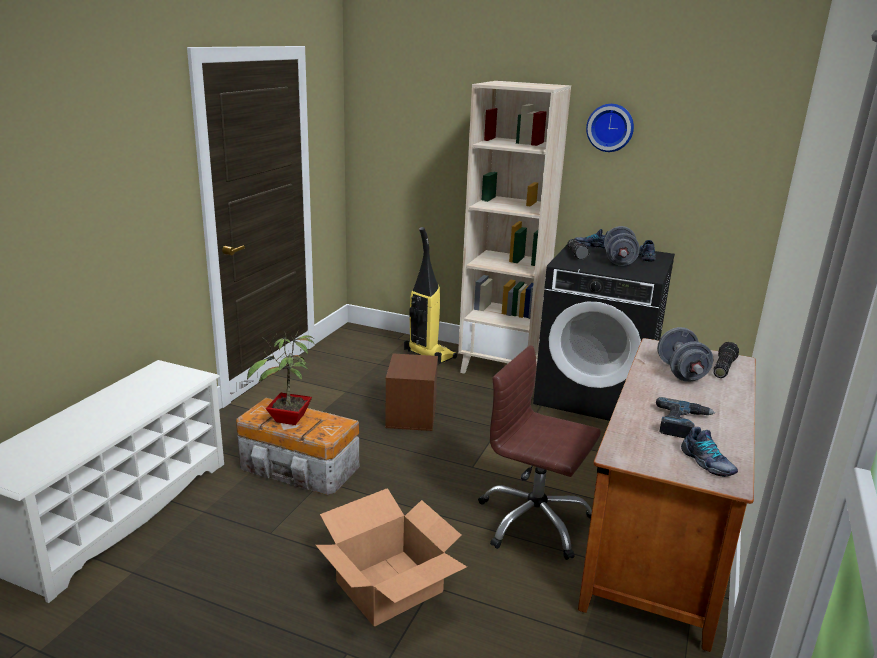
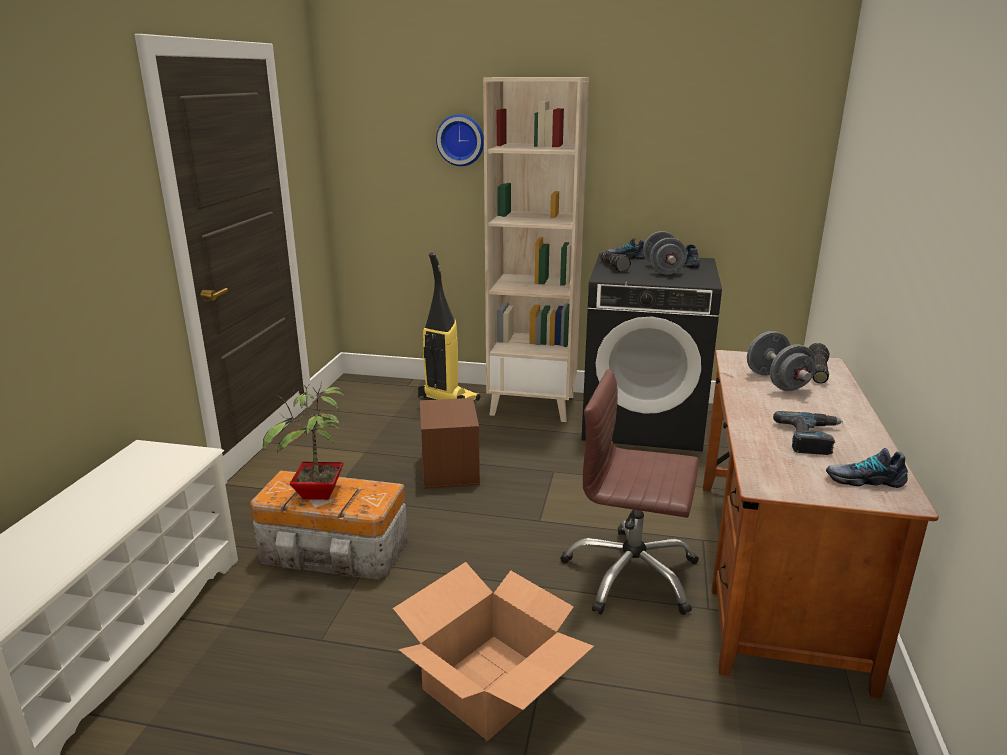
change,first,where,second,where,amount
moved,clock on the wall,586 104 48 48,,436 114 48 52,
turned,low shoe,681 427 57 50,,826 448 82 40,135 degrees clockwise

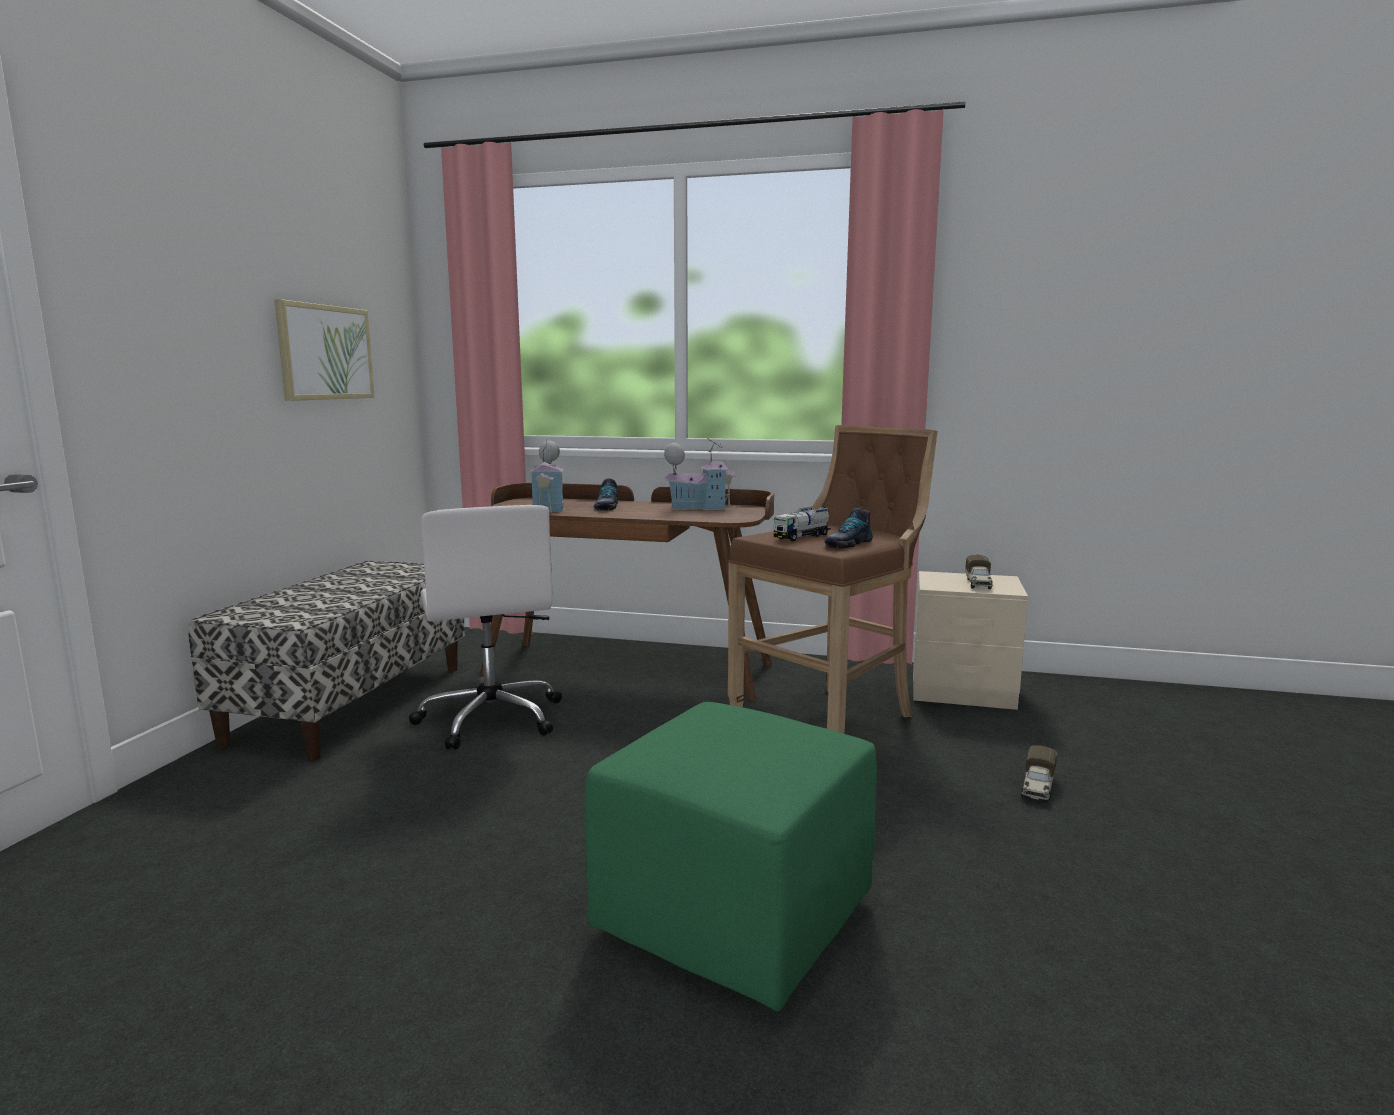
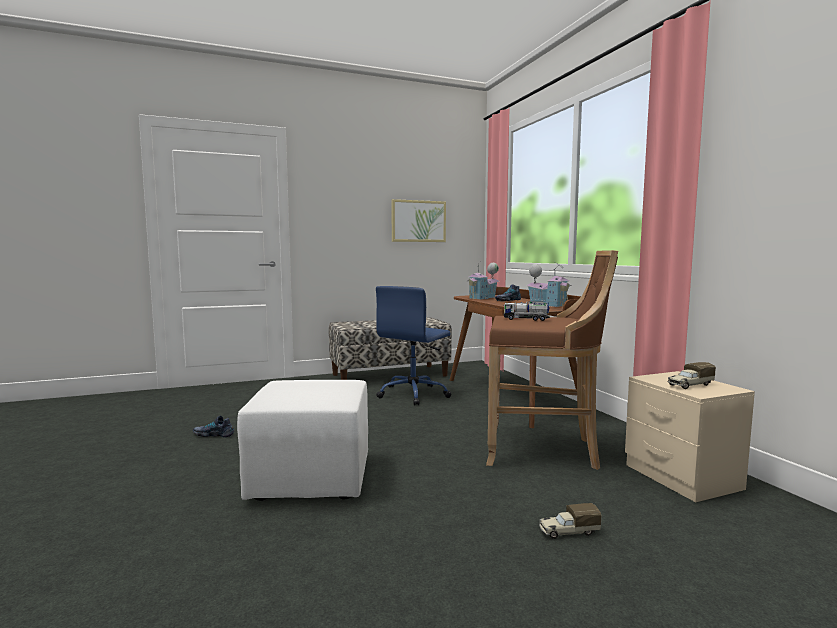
change,first,where,second,where,amount
moved,low shoe,825 508 48 41,,193 416 41 21,
recoloured,white-coloured computer chair,409 505 153 245,blue computer chair,376 286 76 119,
recoloured,green footrest,585 702 292 310,white-coloured footrest,237 380 131 121,

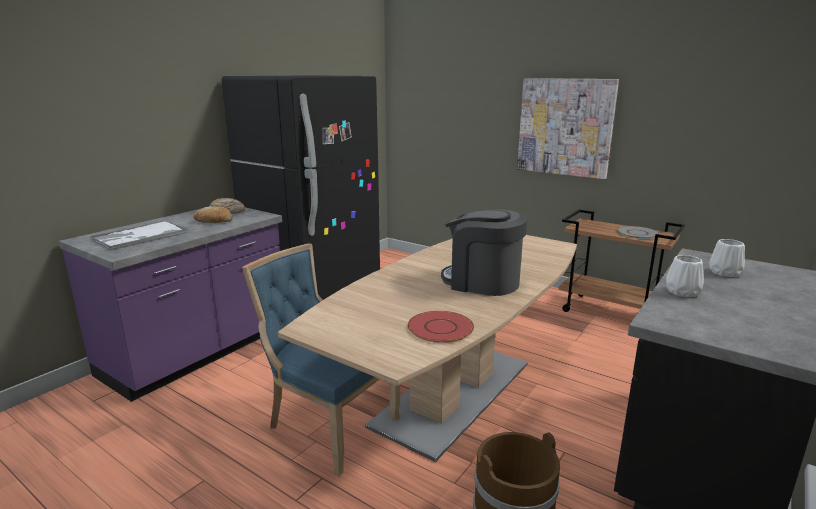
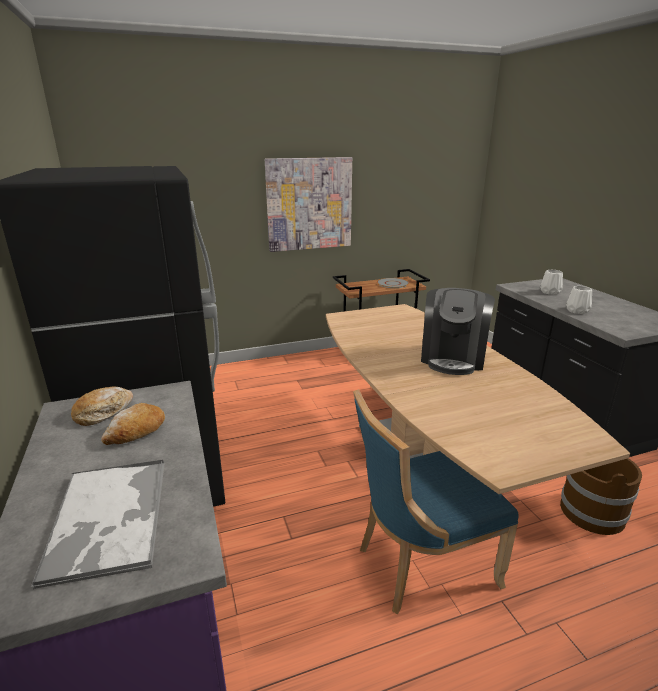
change,first,where,second,where,amount
removed,red plate,408 311 66 32,,,
turned,coffee brewer,441 209 86 87,,421 288 74 87,45 degrees counterclockwise

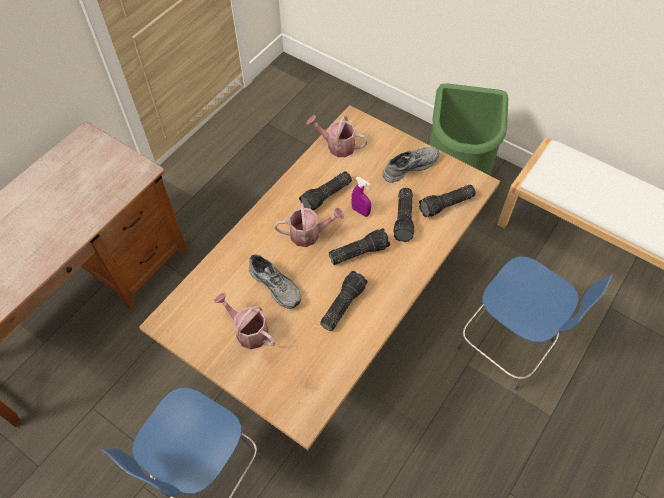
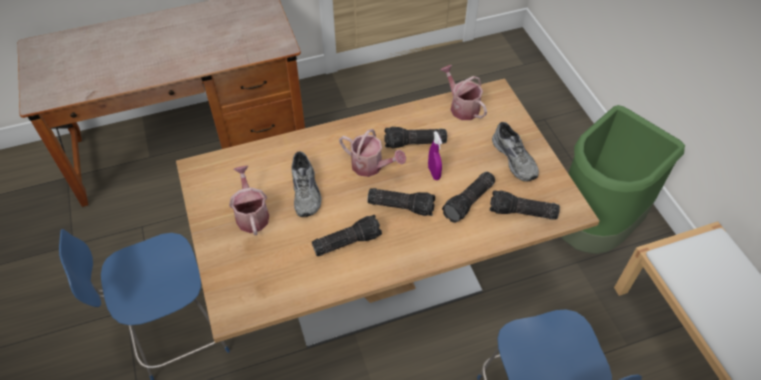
change,first,where,second,where,amount
turned,gray low shoe,383 147 56 36,,492 122 47 59,60 degrees clockwise

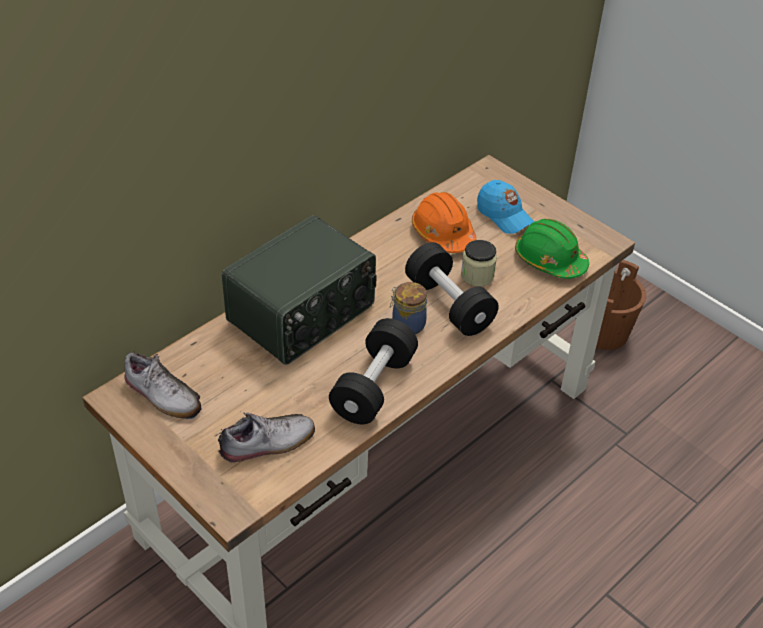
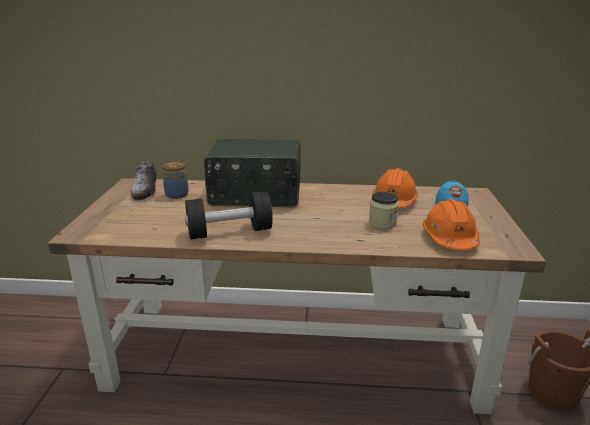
change,first,where,second,where,amount
removed,low shoe,218 412 97 51,,,
removed,blackish dumbbell,405 242 94 94,,,
moved,storage jar,390 282 37 52,,162 162 27 37,
recoloured,green hard hat,515 219 74 60,orangey hard hat,423 199 57 51,

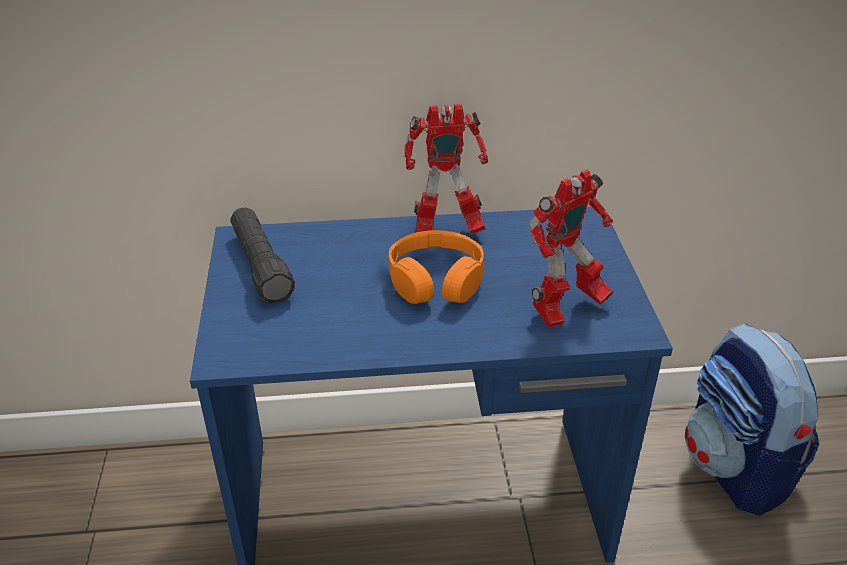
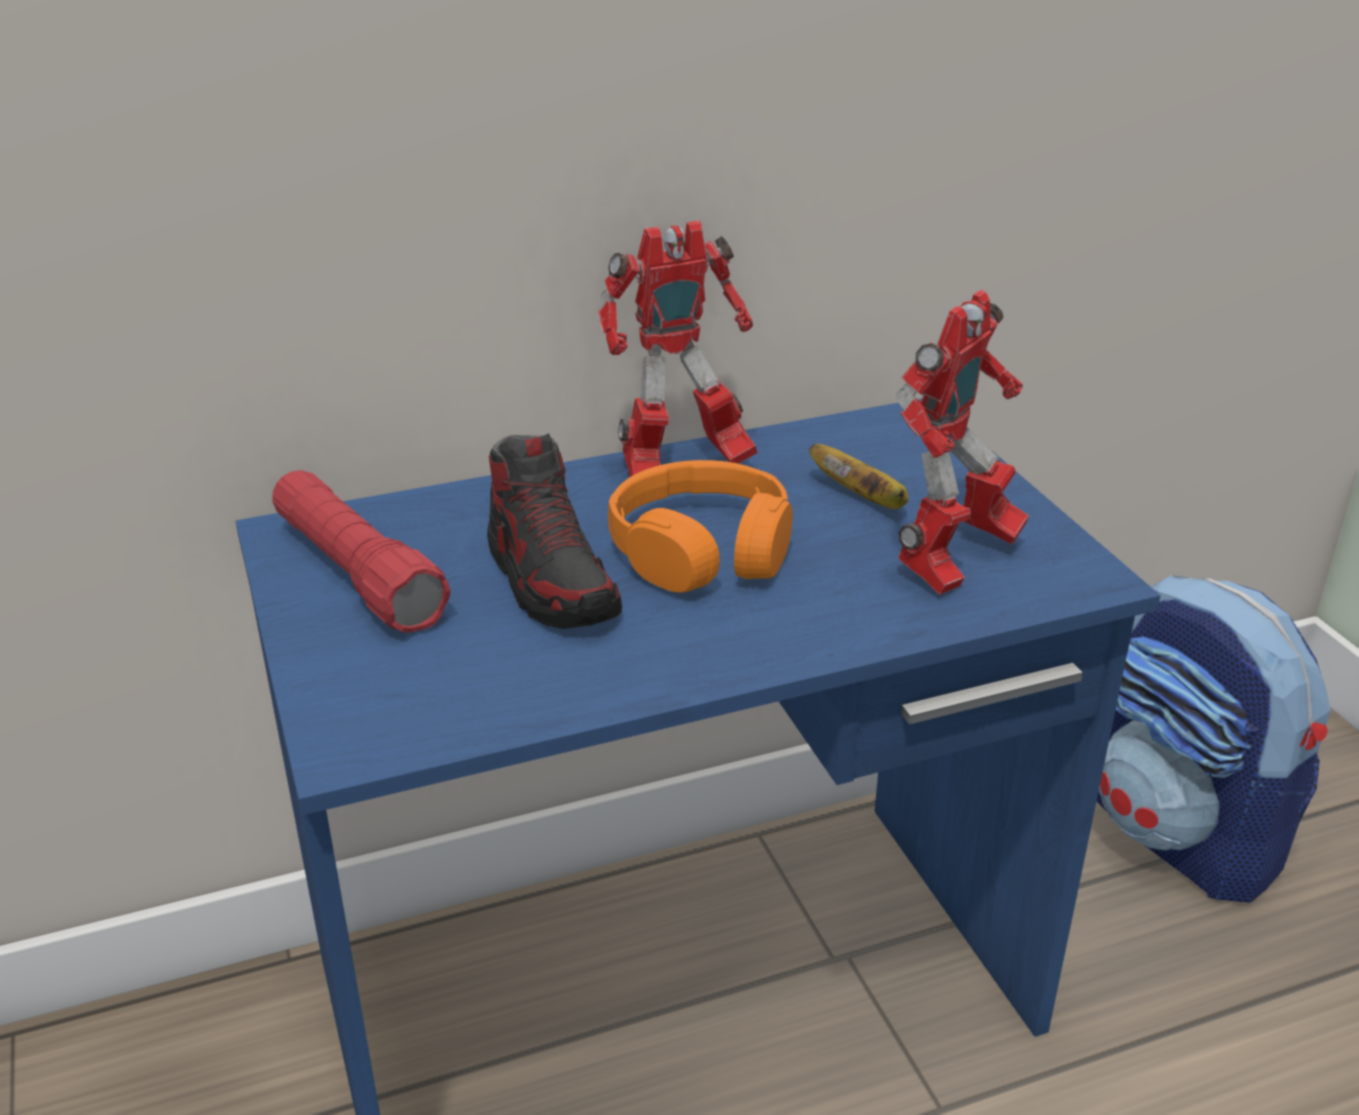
change,first,where,second,where,amount
added,,,low shoe,487 433 135 196,
added,,,banana fruit,809 444 99 65,
recoloured,blackish flashlight,230 208 65 95,red flashlight,272 470 179 163,

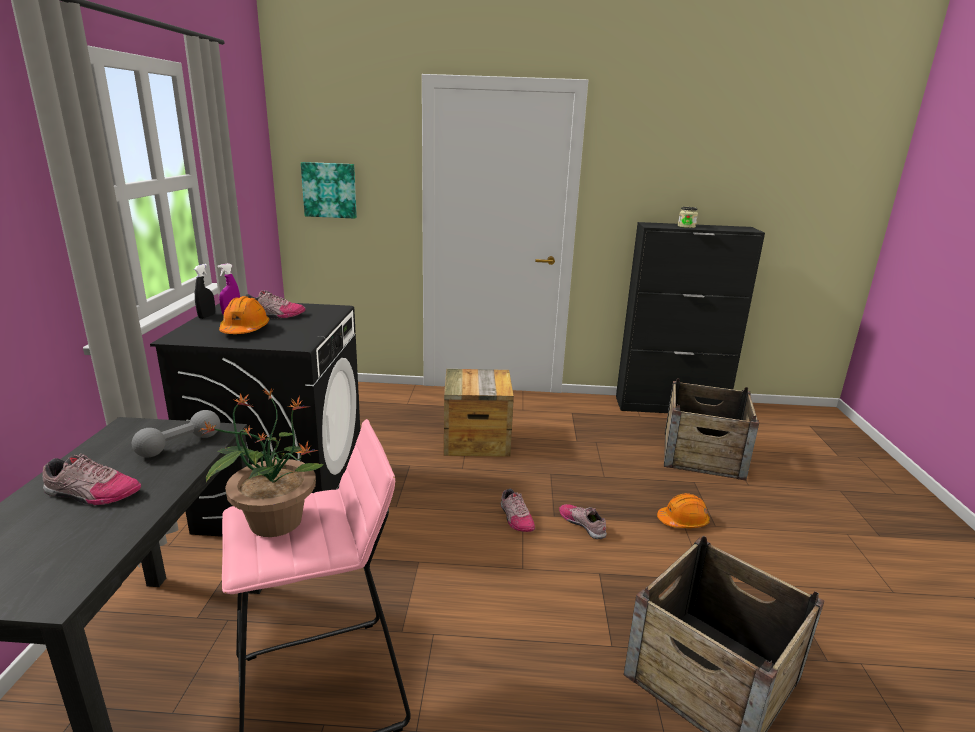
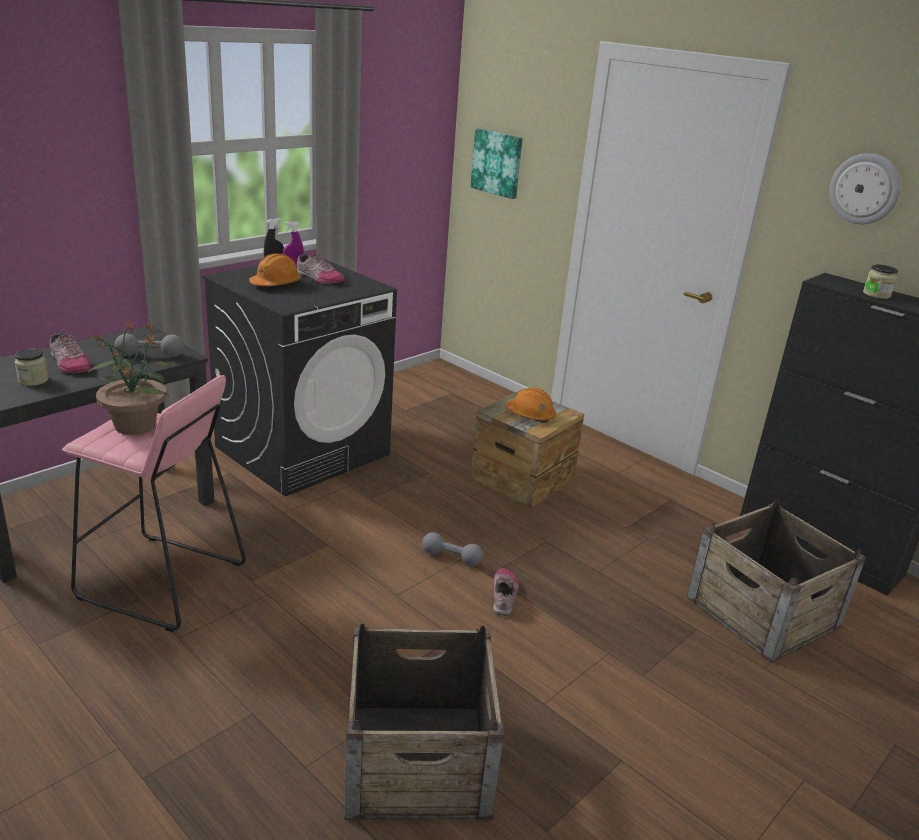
change,first,where,second,where,amount
added,,,storage jar,15 349 34 37,
added,,,clock on the wall,829 153 72 71,
moved,orangey hard hat,657 493 53 35,,505 387 51 36,
replaced,low shoe,501 488 34 44,gray dumbbell,422 532 61 34,

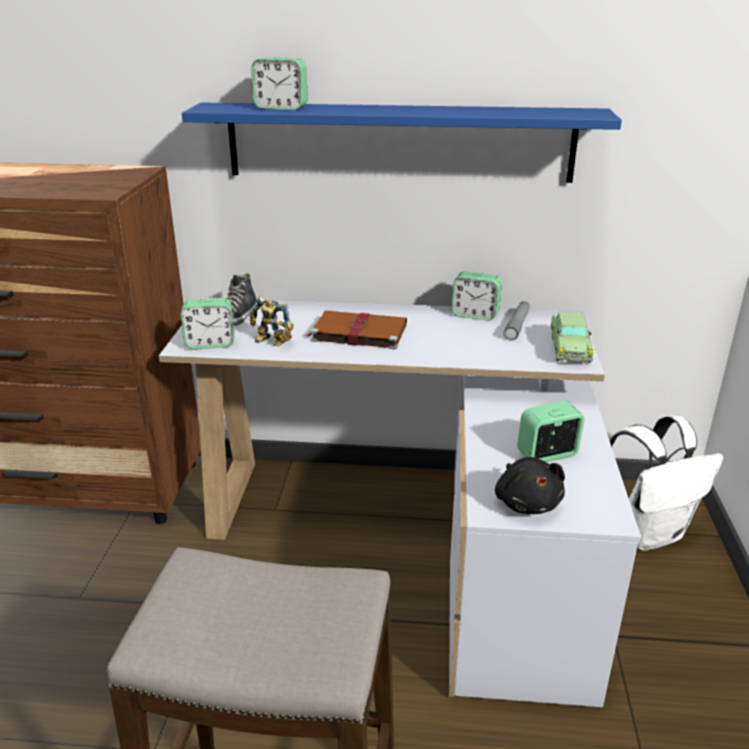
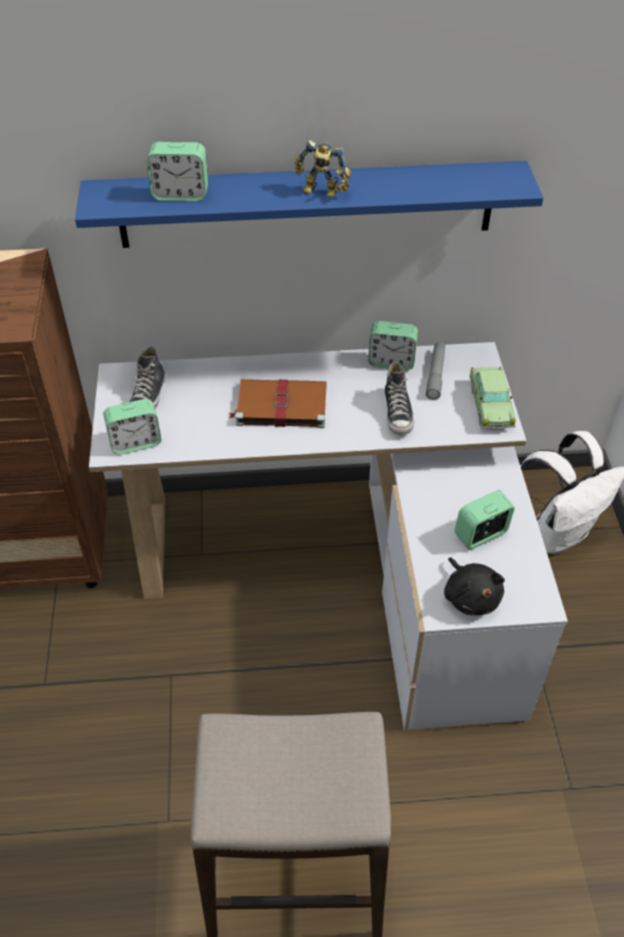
change,first,where,second,where,amount
added,,,low shoe,385 362 29 73,
moved,robot figure,249 296 45 50,,295 140 57 57,

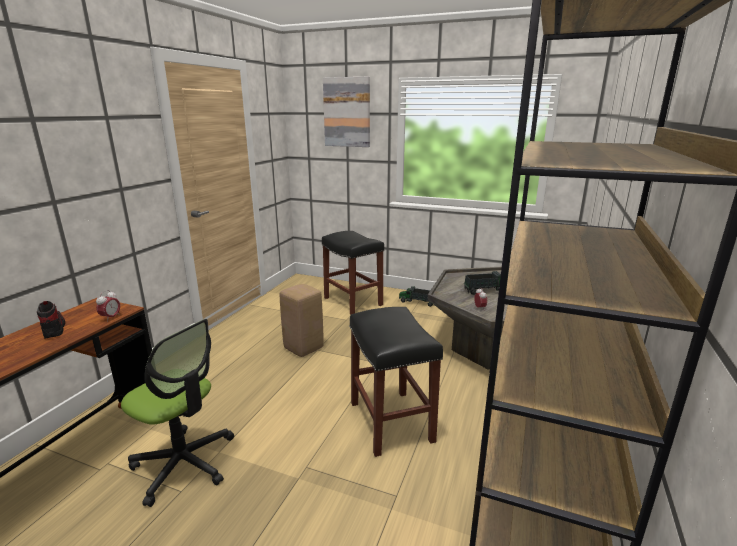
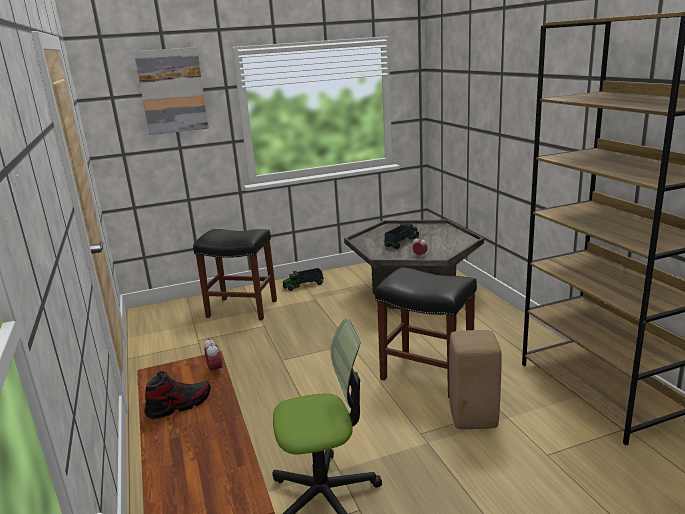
change,first,where,second,where,amount
moved,sand-coloured stool seat,280 284 44 73,,449 330 53 99,
turned,low shoe,37 301 28 37,,144 371 67 48,135 degrees clockwise

